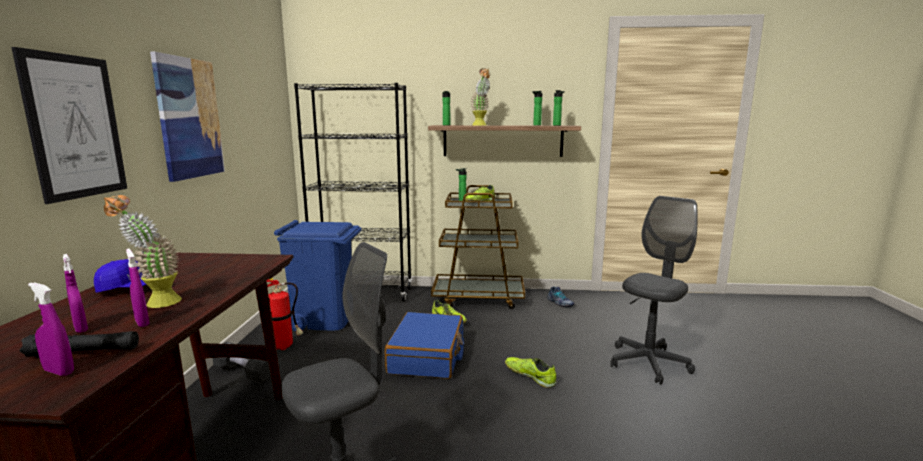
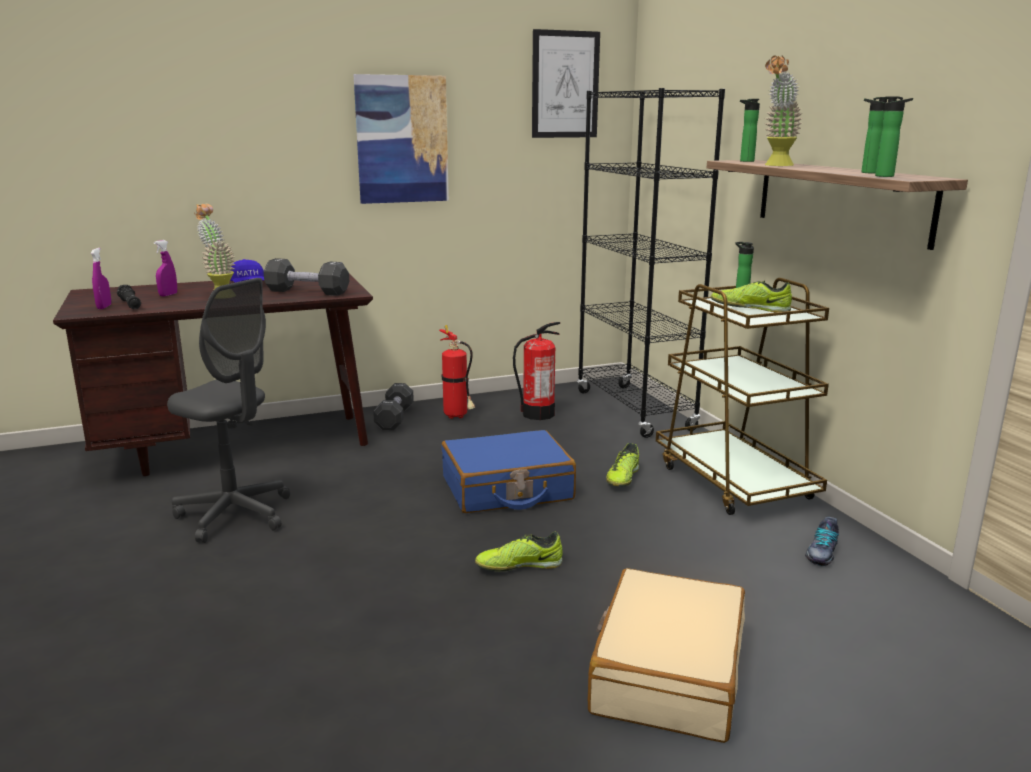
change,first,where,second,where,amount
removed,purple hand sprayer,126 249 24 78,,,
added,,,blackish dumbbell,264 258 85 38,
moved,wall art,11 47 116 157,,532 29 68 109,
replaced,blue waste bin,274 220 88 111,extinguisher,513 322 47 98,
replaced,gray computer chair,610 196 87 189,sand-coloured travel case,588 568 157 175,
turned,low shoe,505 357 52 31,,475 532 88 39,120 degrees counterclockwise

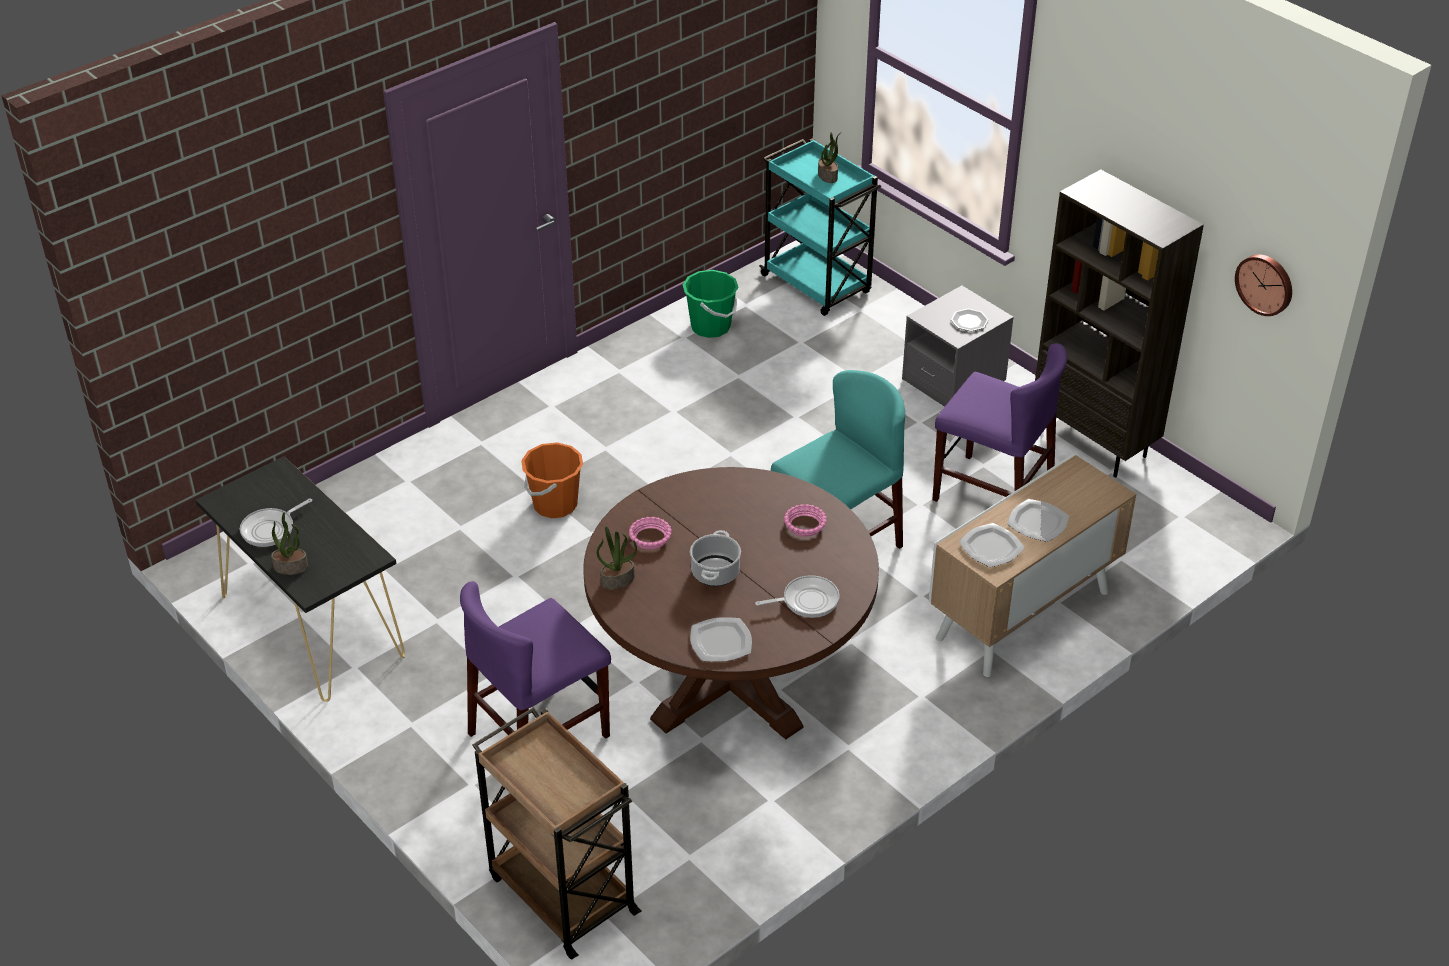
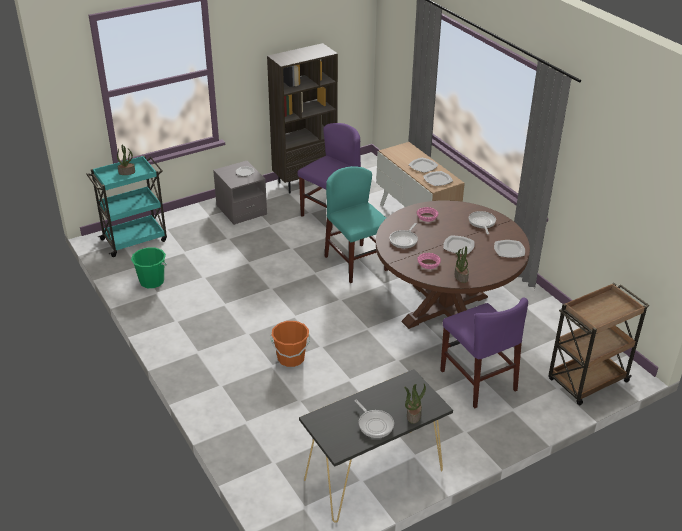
change,first,where,second,where,amount
removed,clock on the wall,1235 254 57 62,,,
added,,,skillet,390 223 28 25,
replaced,saucepot,690 530 51 56,plate,443 235 32 19,

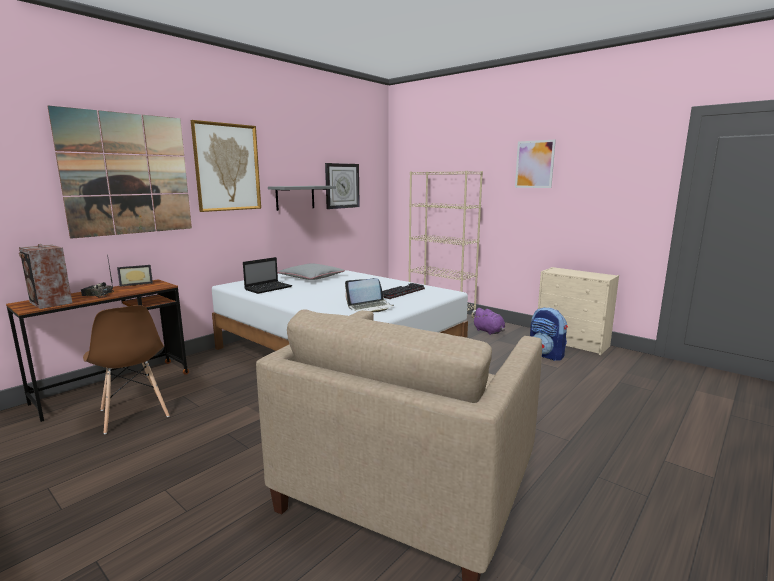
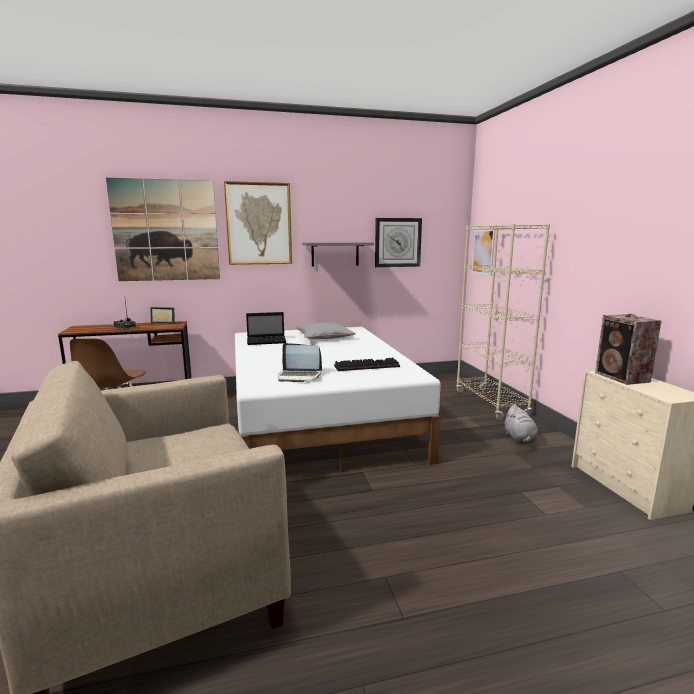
change,first,where,second,where,amount
removed,knapsack,530 307 38 54,,,
moved,audio speaker,19 244 53 65,,595 314 67 71,
moved,wall art,515 140 41 48,,472 229 23 47,
recoloured,purple soft toy,472 308 33 27,gray soft toy,504 405 34 39,

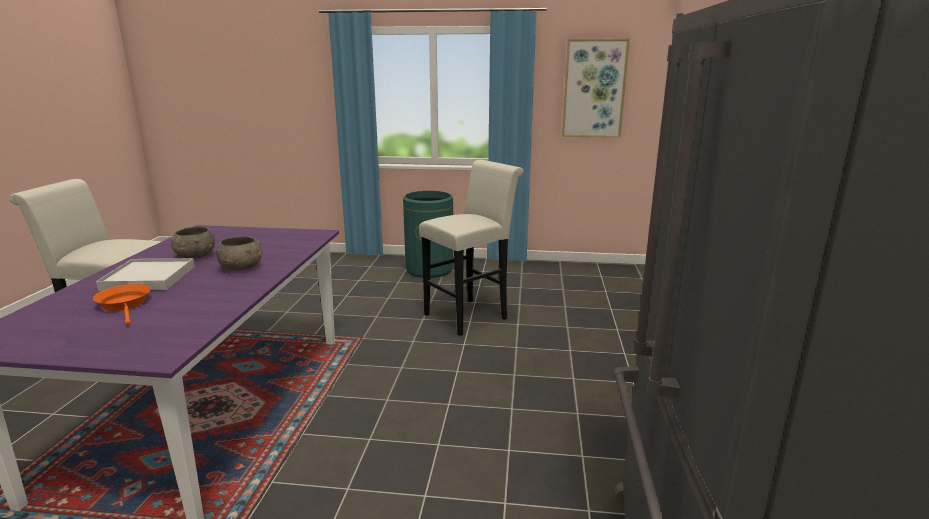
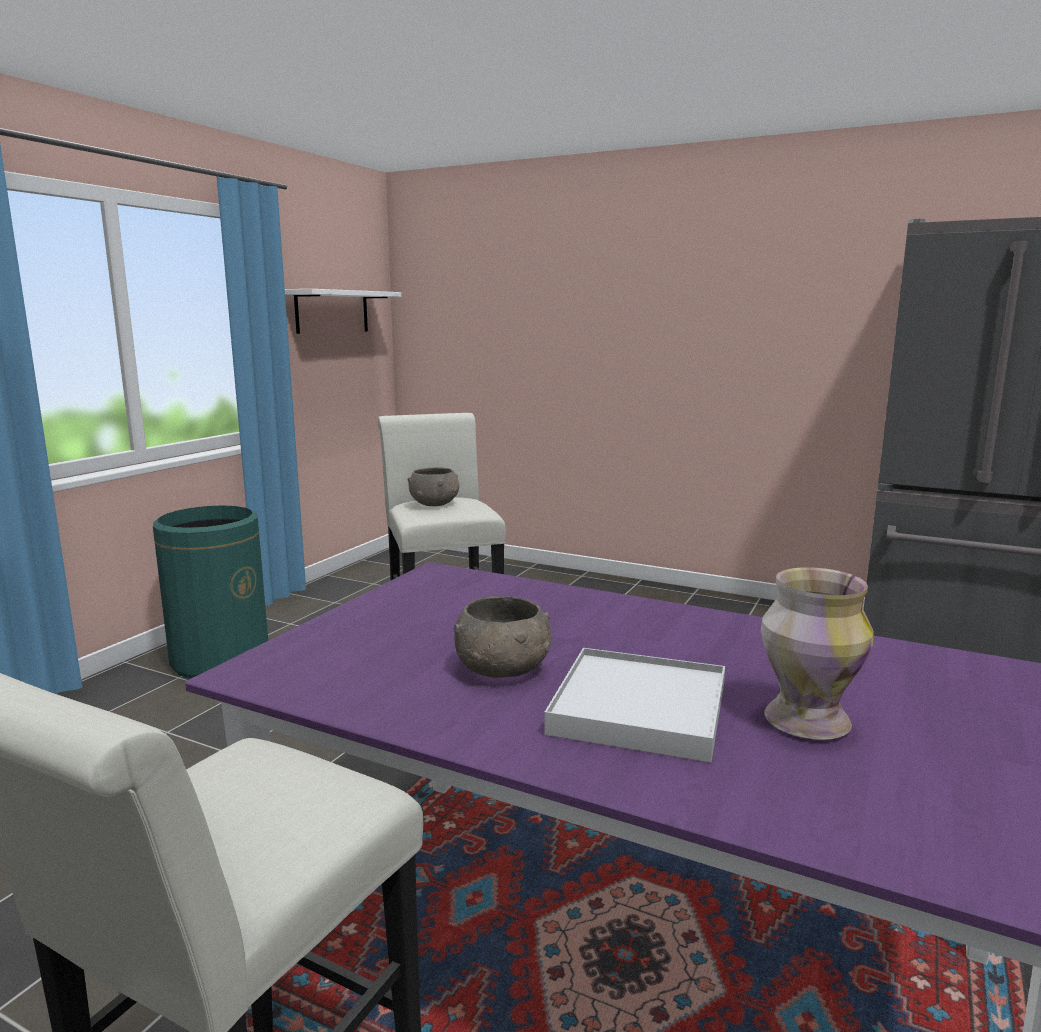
change,first,where,second,where,amount
moved,gray bowl,216 236 46 35,,408 467 51 39,
replaced,orangey skillet,93 284 58 41,decorative vase,761 567 113 173,
replaced,wall art,562 38 68 100,white-coloured wall shelf,285 289 116 45,

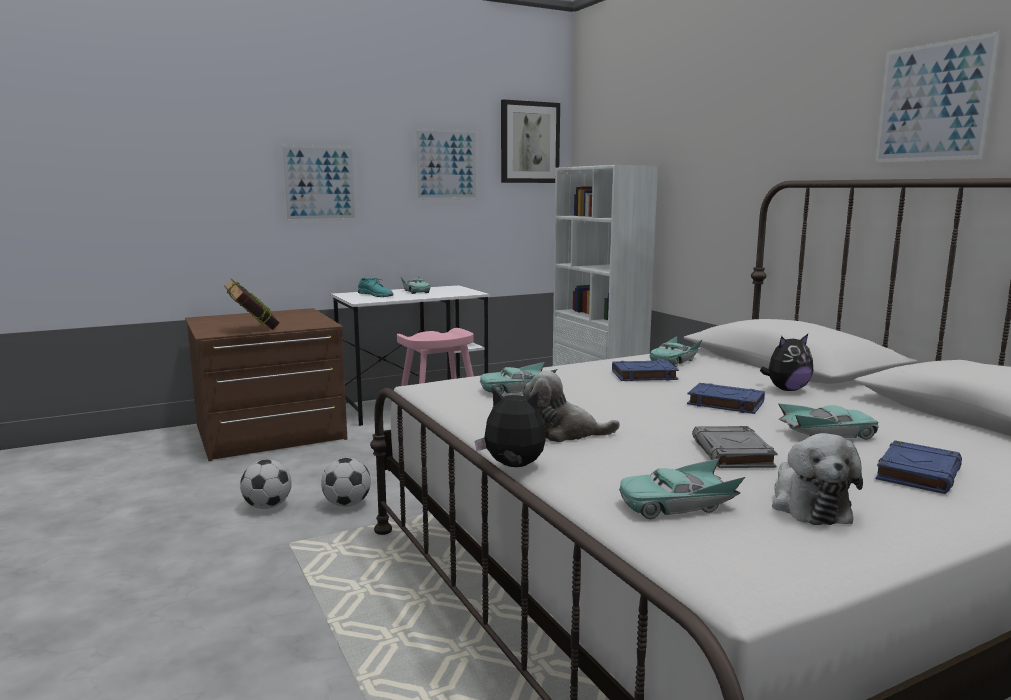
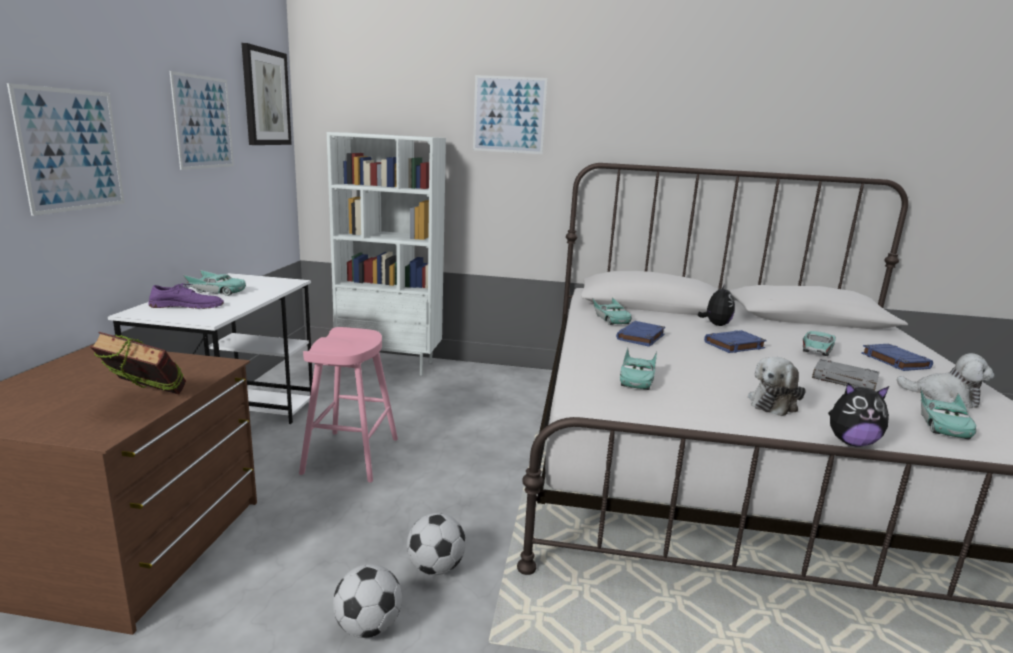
change,first,where,second,where,amount
moved,wall art,875 32 126 131,,473 75 74 79,
recoloured,blue-green low shoe,358 278 35 19,purple low shoe,148 283 76 26,
turned,soft toy,475 388 71 79,,828 383 61 64,135 degrees counterclockwise

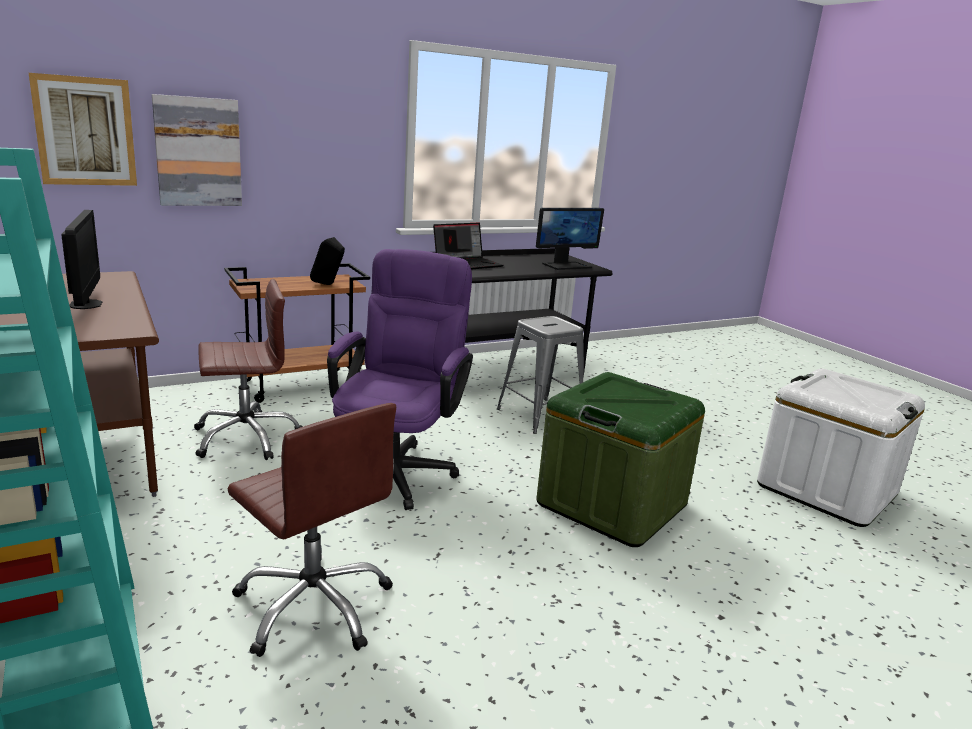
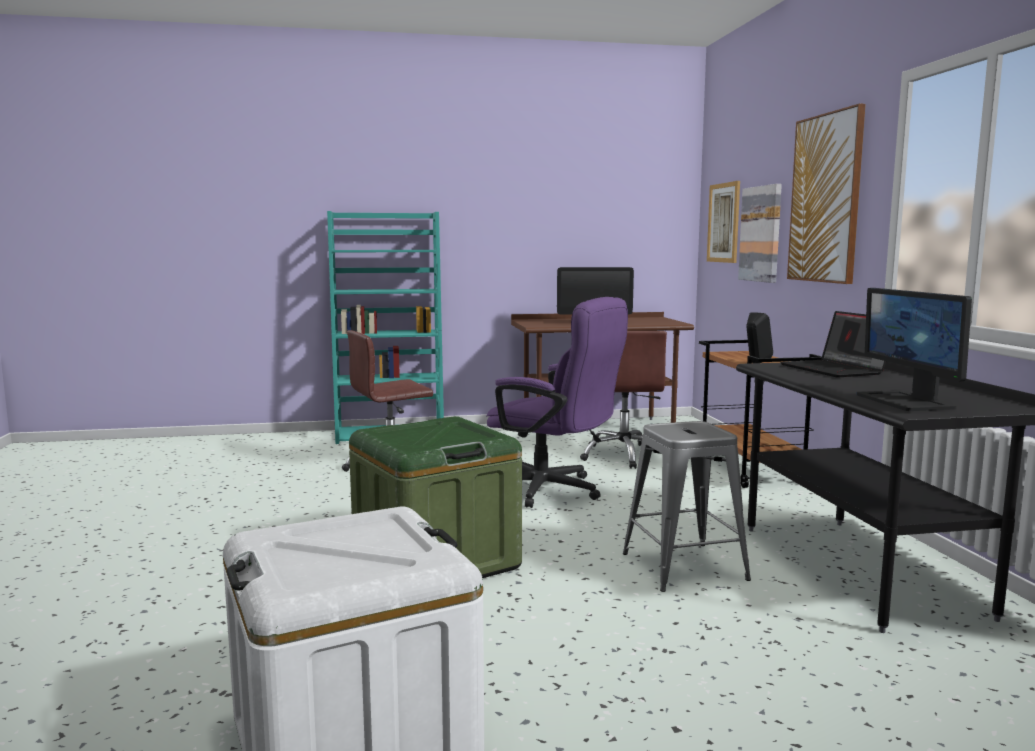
change,first,where,second,where,amount
added,,,wall art,787 104 79 180,

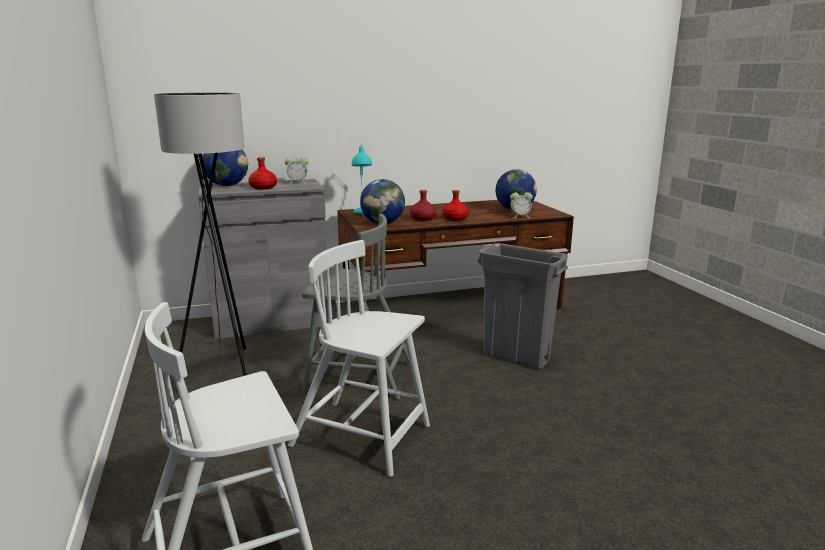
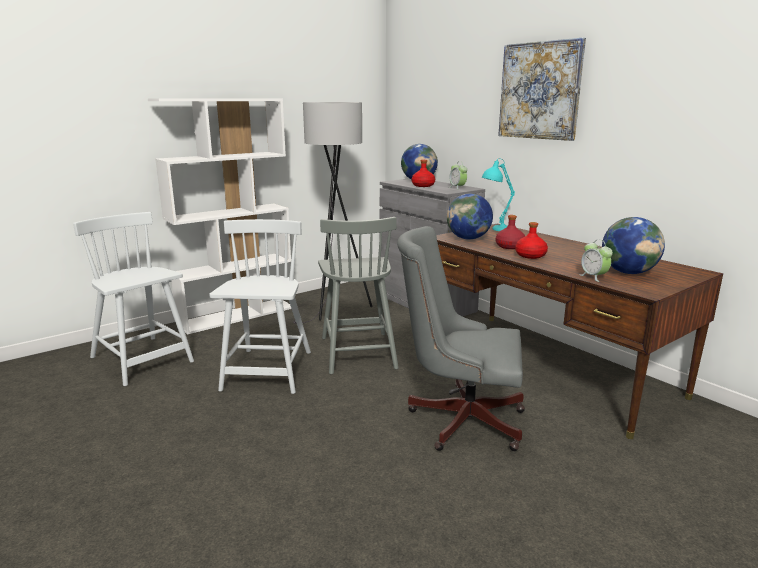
change,first,where,second,where,amount
added,,,white-coloured shelving unit,148 98 143 237,
added,,,wall art,498 37 88 104,
replaced,gray waste bin,478 243 90 126,gray computer chair,397 226 128 225,

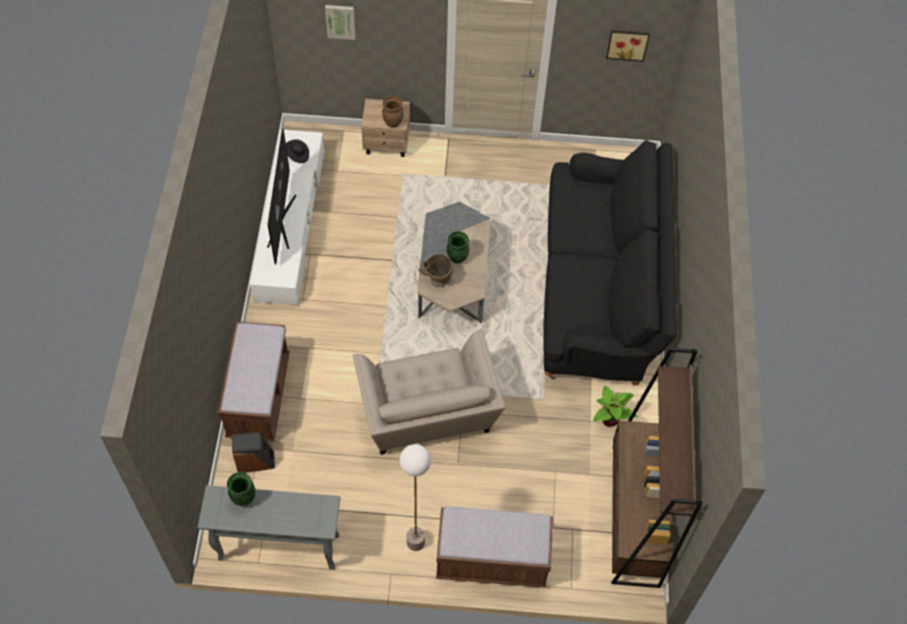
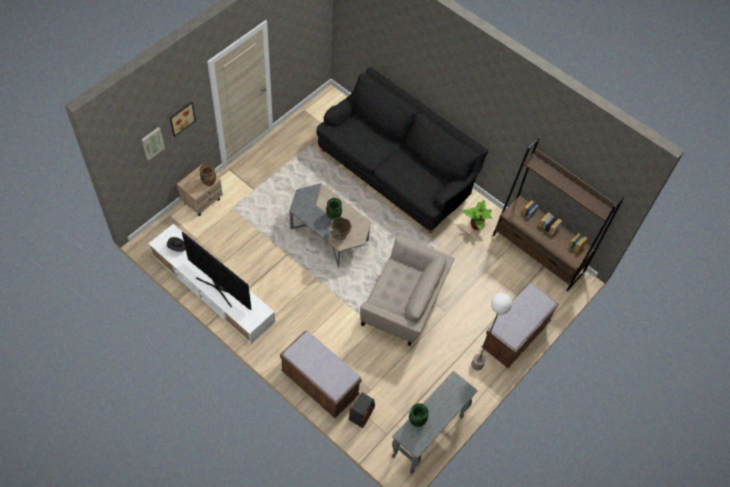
change,first,where,second,where,amount
moved,wall art,606 30 44 32,,170 102 26 35,

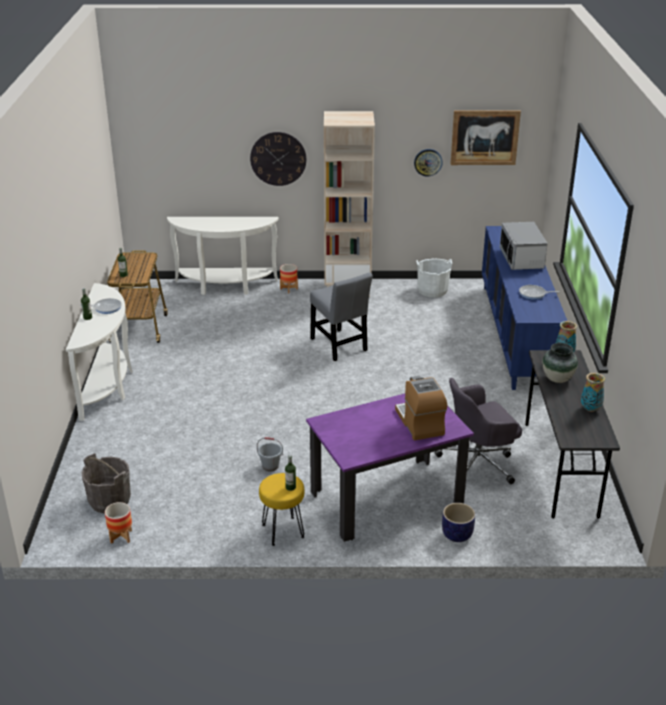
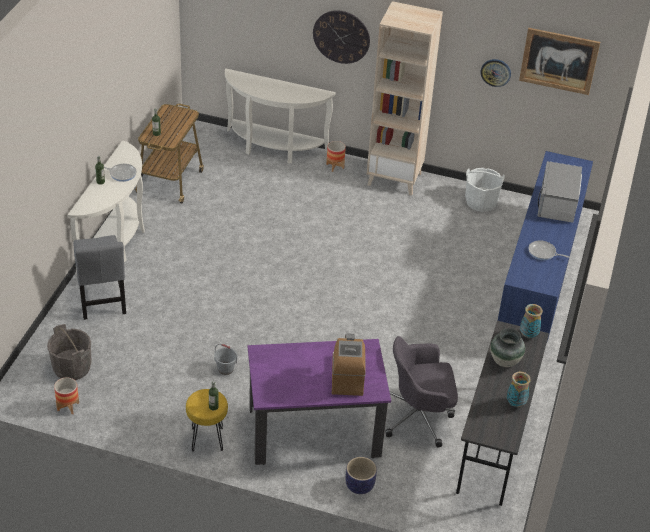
change,first,where,second,where,amount
moved,gray chair,310 273 63 88,,73 235 53 85,

